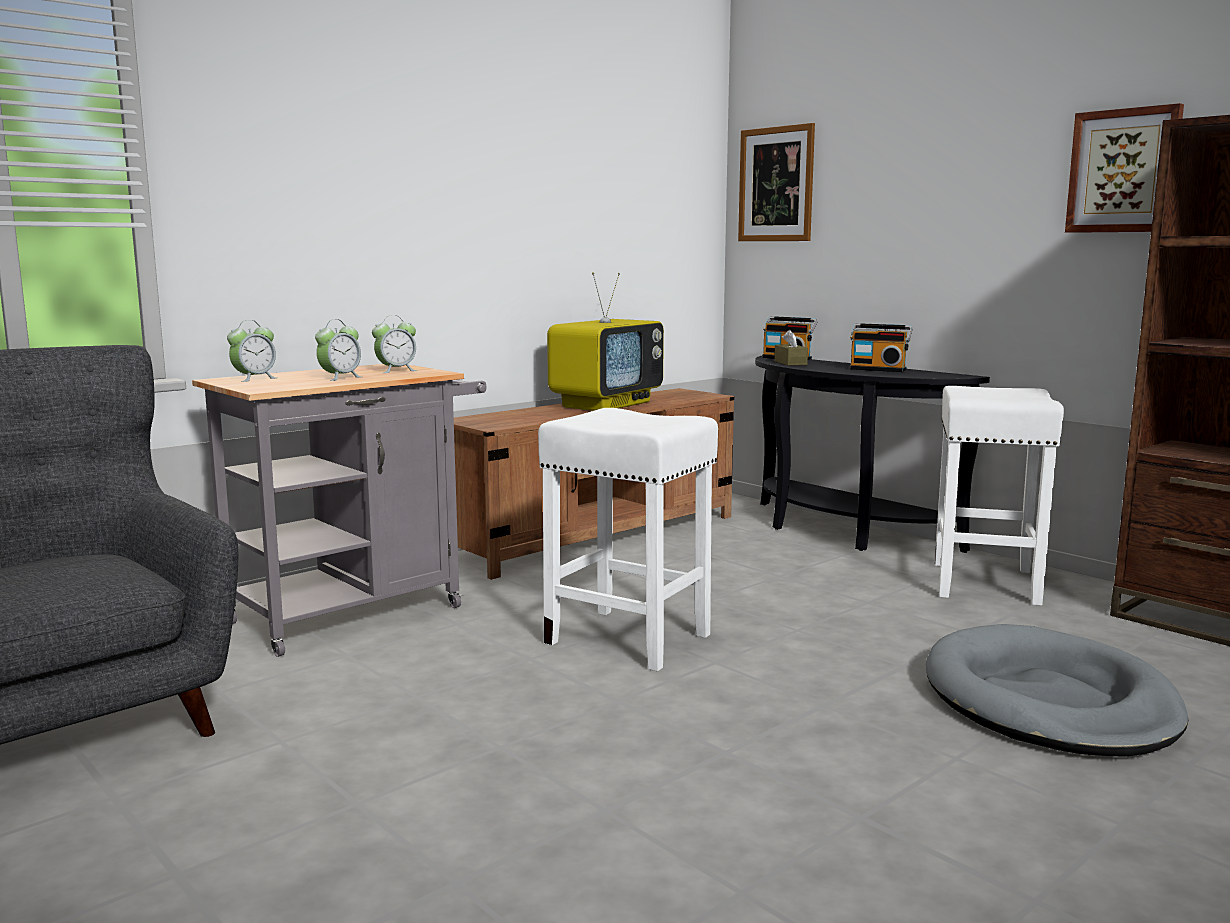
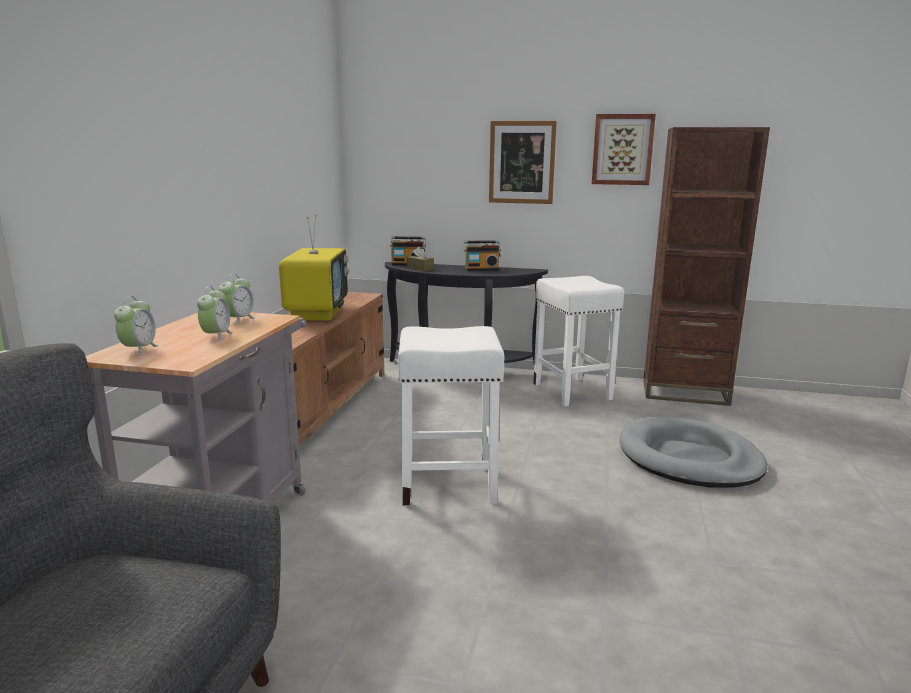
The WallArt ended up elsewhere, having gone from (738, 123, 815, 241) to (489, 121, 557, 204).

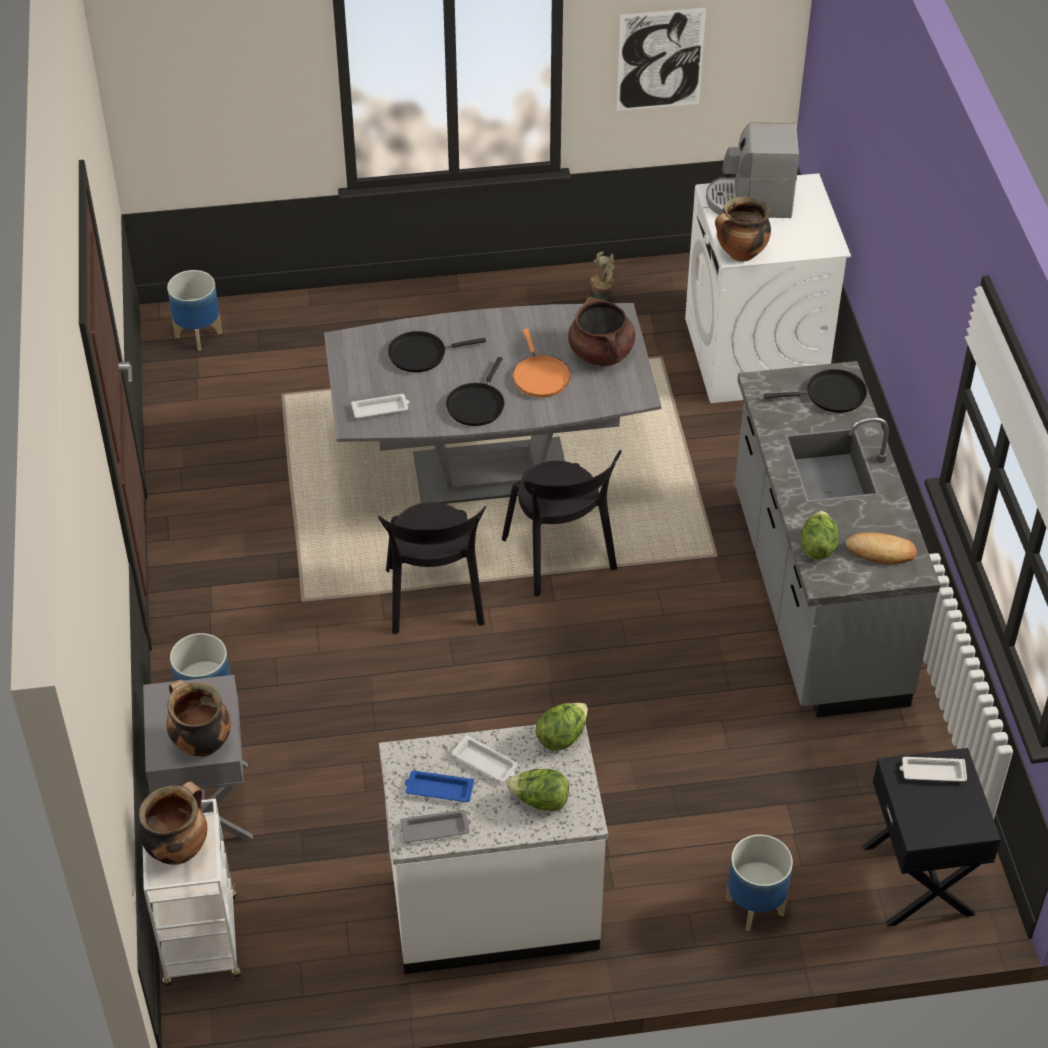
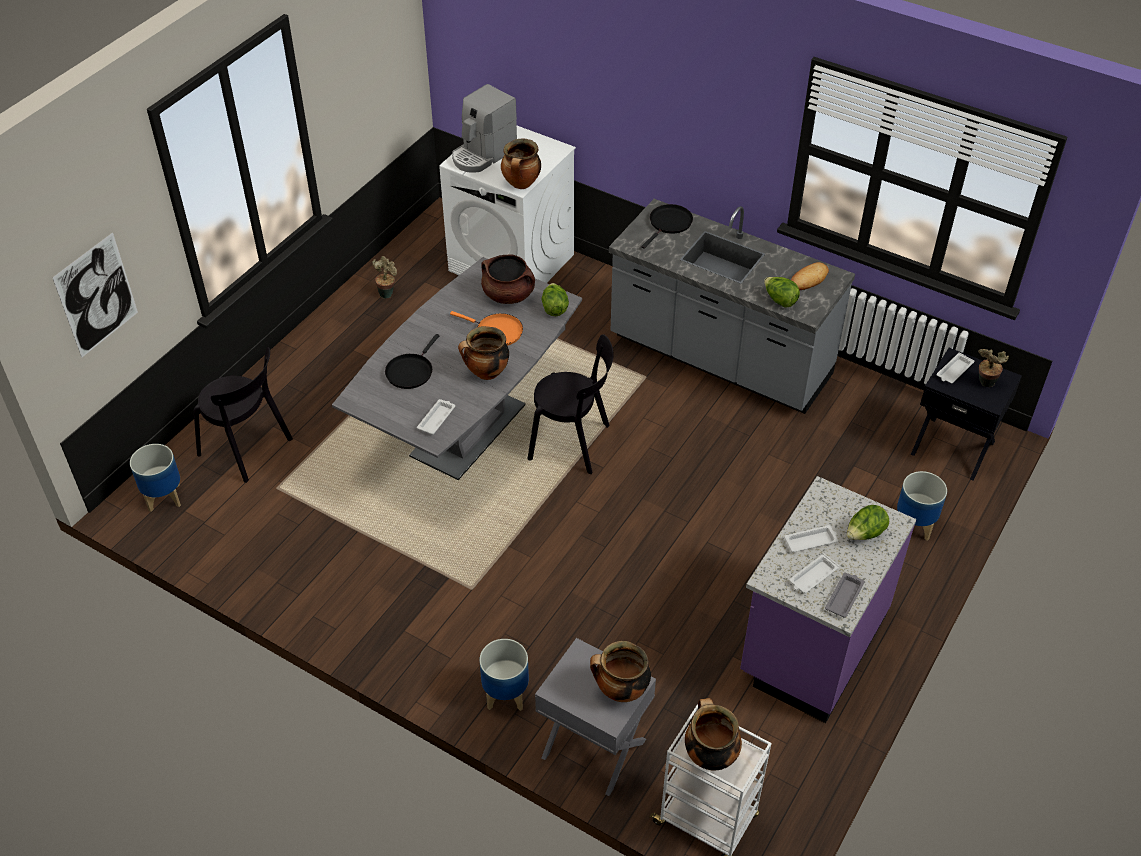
The WallArt ended up elsewhere, having gone from (616, 8, 706, 111) to (52, 232, 138, 357).
The BlackColouredUprightChair ended up elsewhere, having gone from (378, 502, 486, 634) to (194, 347, 293, 483).
Where the BlackColouredPan stood at (446, 357, 505, 426), the Saucepot came to stand at (458, 326, 509, 380).
The Lettuce ended up elsewhere, having gone from (535, 703, 588, 751) to (541, 283, 569, 316).
What was the WhiteColouredCounter at (379, 724, 608, 974) turned into the PurpleColouredCounter at (740, 476, 916, 723).
What was the BlueColouredTray at (405, 770, 474, 802) turned into the WhiteColouredTray at (790, 553, 839, 593).
The second view gained the Houseplant at (978, 349, 1009, 387).

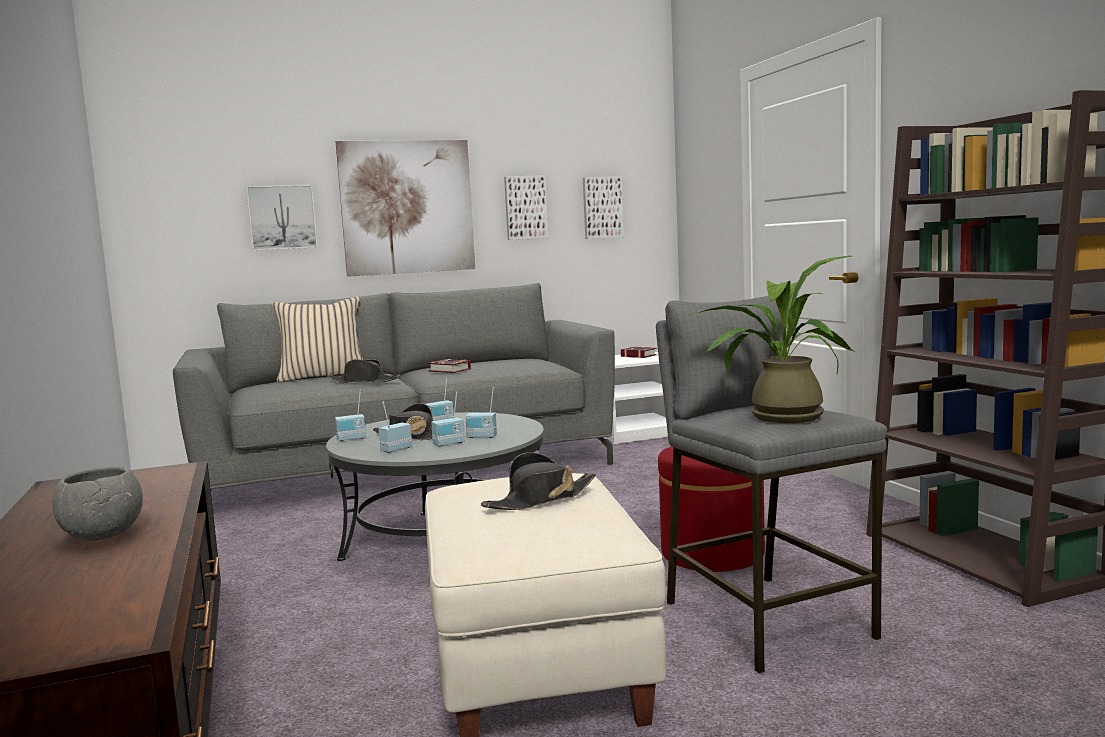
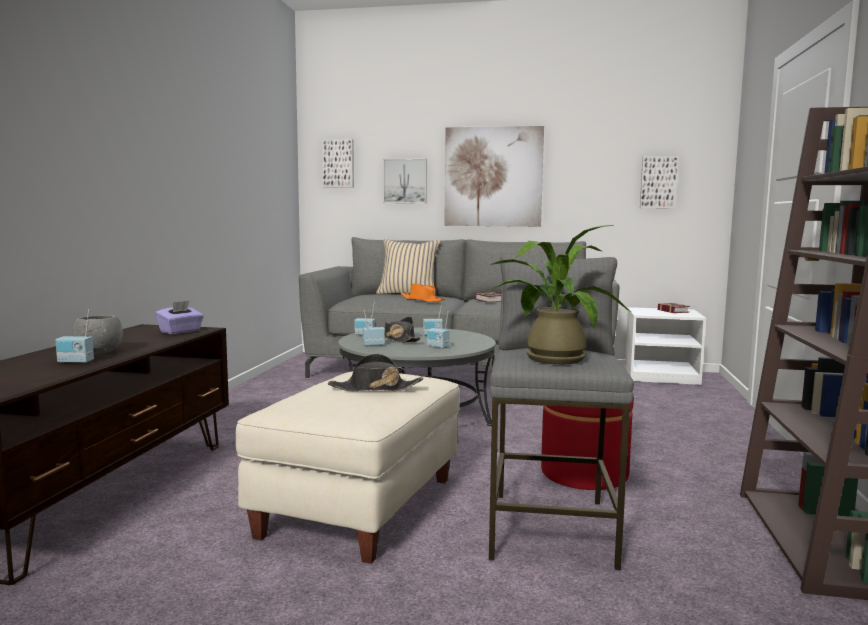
The RadioSet ended up elsewhere, having gone from (431, 391, 464, 447) to (55, 310, 94, 363).
The second view gained the PurpleColouredTissueHolder at (155, 301, 204, 334).
The WallArt ended up elsewhere, having gone from (504, 175, 548, 240) to (322, 139, 354, 188).
What was the BlackColouredClothingHat at (327, 359, 400, 383) turned into the OrangeyClothingHat at (401, 283, 445, 302).

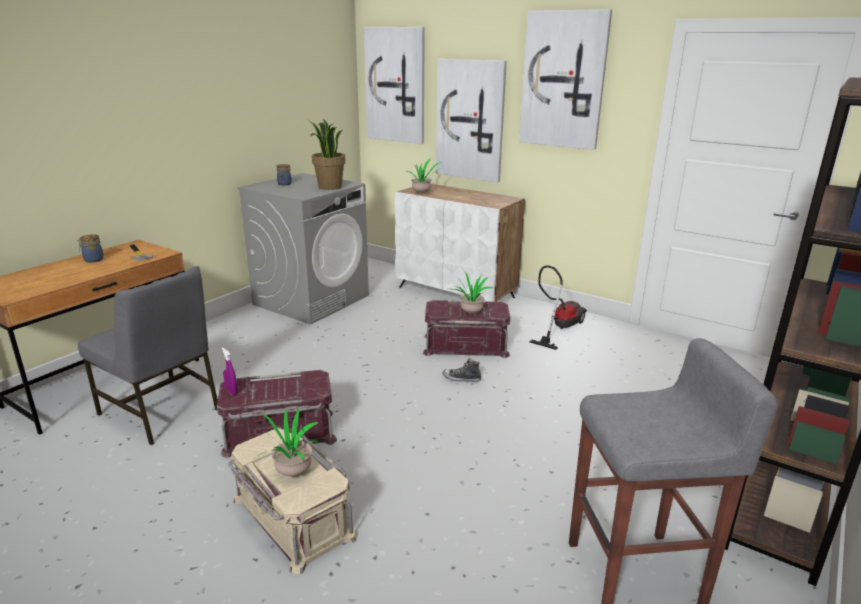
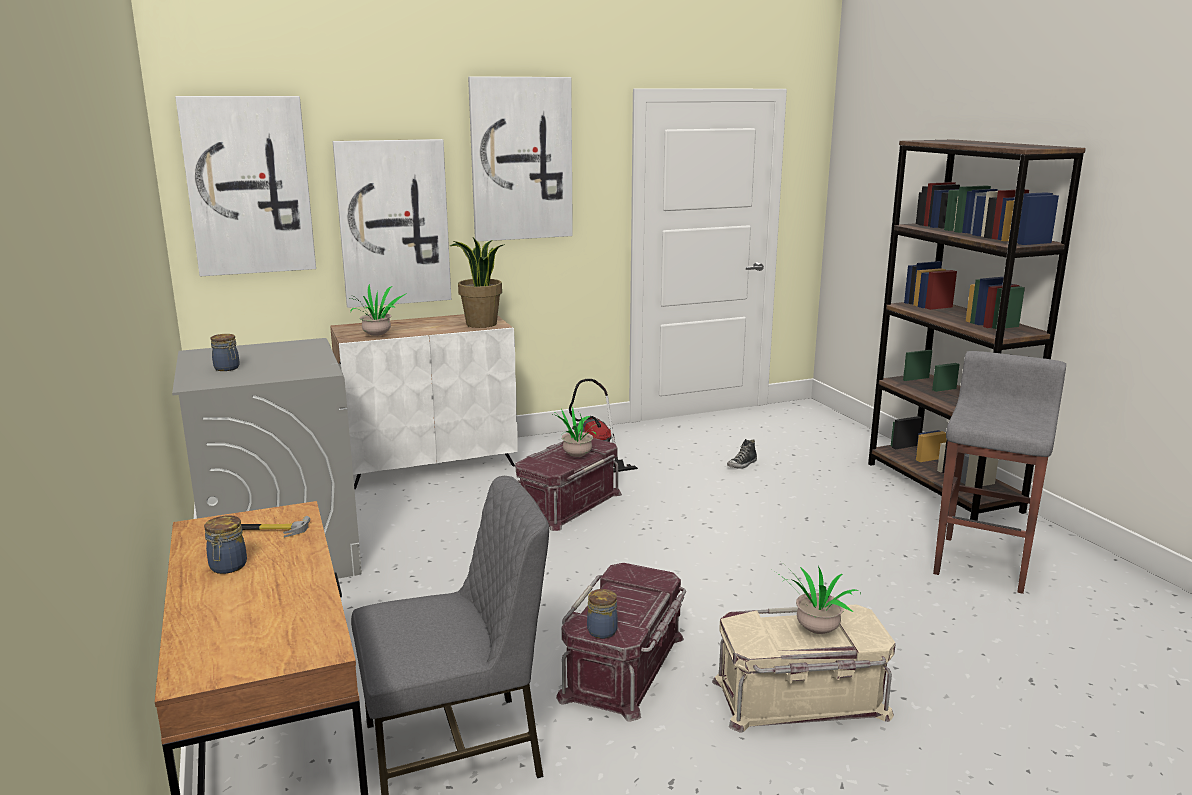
The Houseplant ended up elsewhere, having gone from (308, 119, 346, 190) to (450, 237, 505, 328).
Where the PurpleColouredSprayer stood at (222, 348, 238, 395), the PreserveJar came to stand at (587, 589, 618, 639).
The Shoe ended up elsewhere, having gone from (443, 358, 481, 382) to (727, 439, 757, 469).

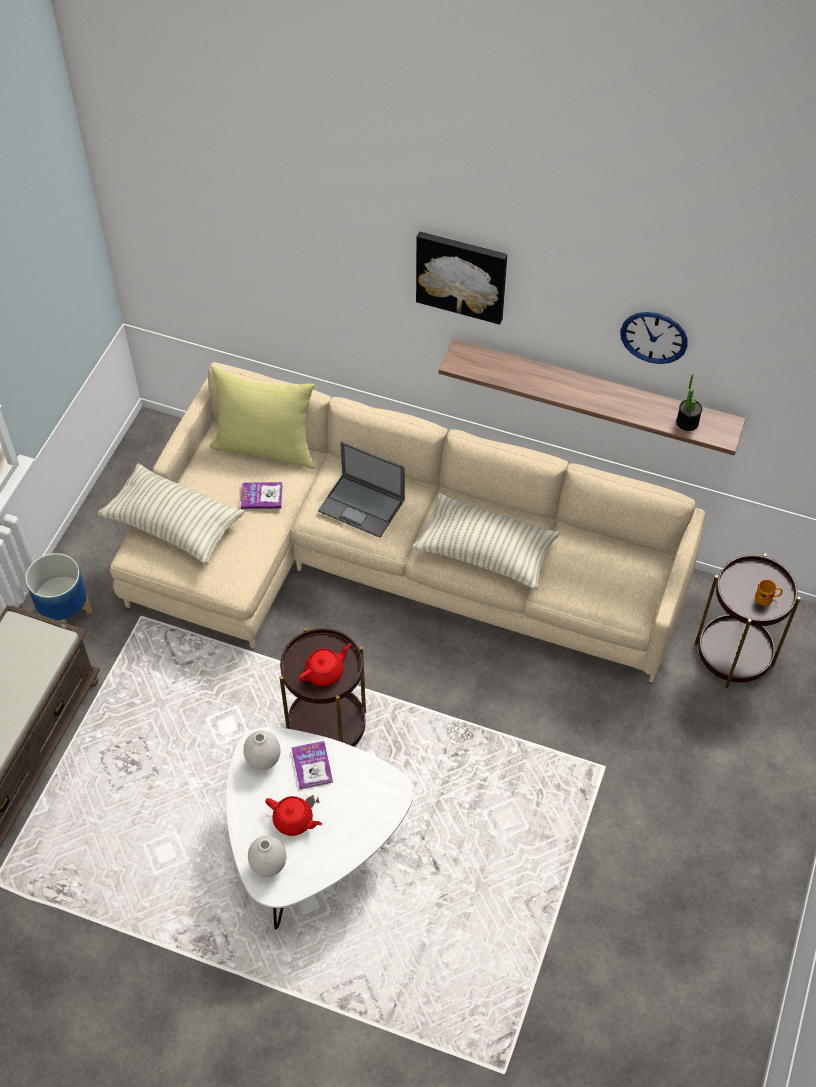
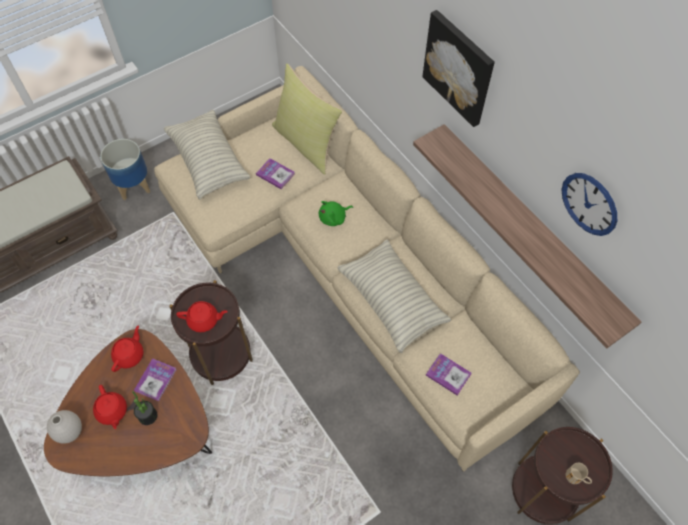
What was the WhiteColouredLowTable at (226, 727, 413, 930) turned into the BrownLowTable at (44, 329, 212, 476).
Where the WhiteColouredDecorativeVase stood at (243, 730, 281, 770), the ReddishTeaPot came to stand at (111, 326, 143, 372).
The Houseplant ended up elsewhere, having gone from (676, 374, 702, 431) to (132, 391, 158, 425).
Where the NotebookComputer stood at (318, 441, 405, 538), the GreenSoftToy came to stand at (319, 201, 353, 226).
The second view gained the BoundBook at (426, 353, 472, 396).
What was the OrangeyTeaMug at (755, 579, 783, 606) turned into the BeigeColouredTeaMug at (566, 463, 592, 484).

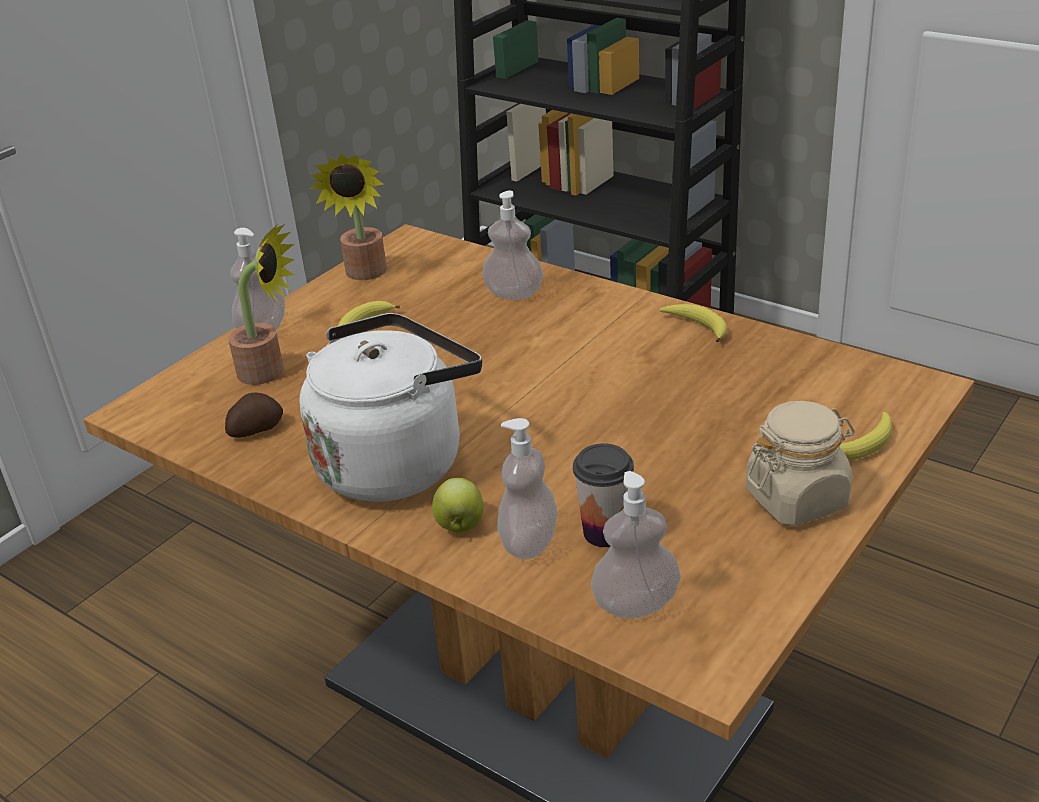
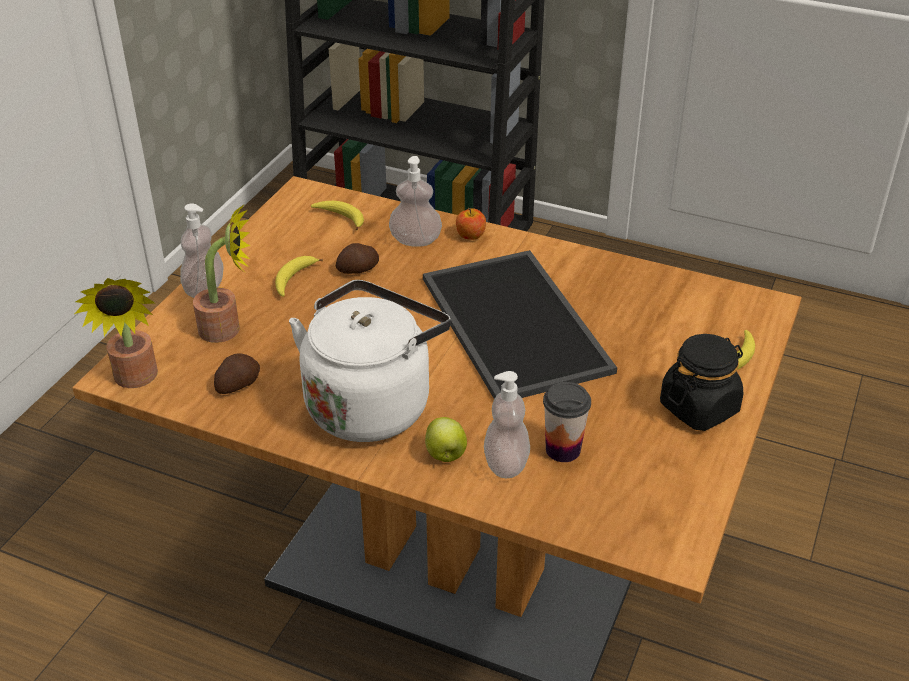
The Houseplant ended up elsewhere, having gone from (310, 154, 387, 280) to (75, 278, 158, 388).
The BananaFruit ended up elsewhere, having gone from (659, 304, 727, 343) to (311, 201, 364, 230).
The second view gained the WholePotato at (336, 243, 379, 274).
The second view gained the Tray at (423, 250, 617, 399).
The second view gained the AppleFruit at (456, 208, 486, 240).
What was the BeigeColouredPreserveJar at (746, 401, 855, 526) turned into the BlackColouredPreserveJar at (660, 334, 743, 431).
The second view lost the SoapDispenser at (591, 471, 681, 618).

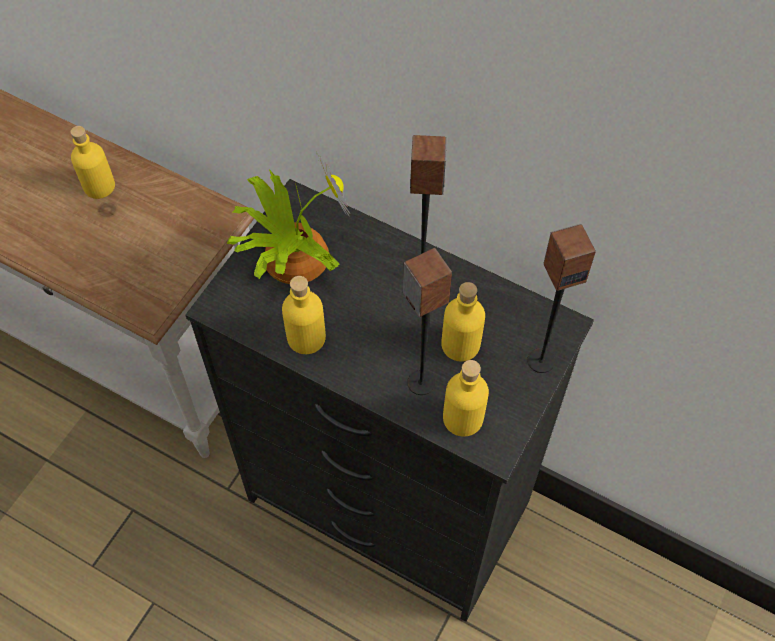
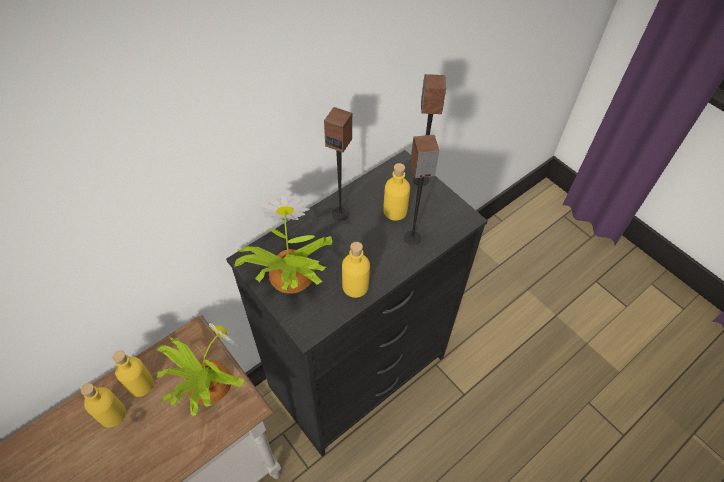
The YellowDrinkBottle ended up elsewhere, having gone from (443, 360, 489, 437) to (113, 351, 154, 397).
The second view gained the Houseplant at (156, 316, 245, 416).

